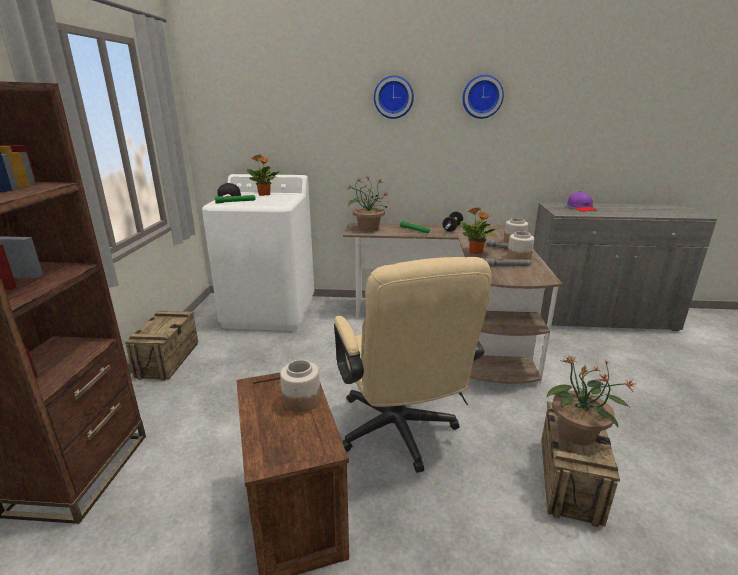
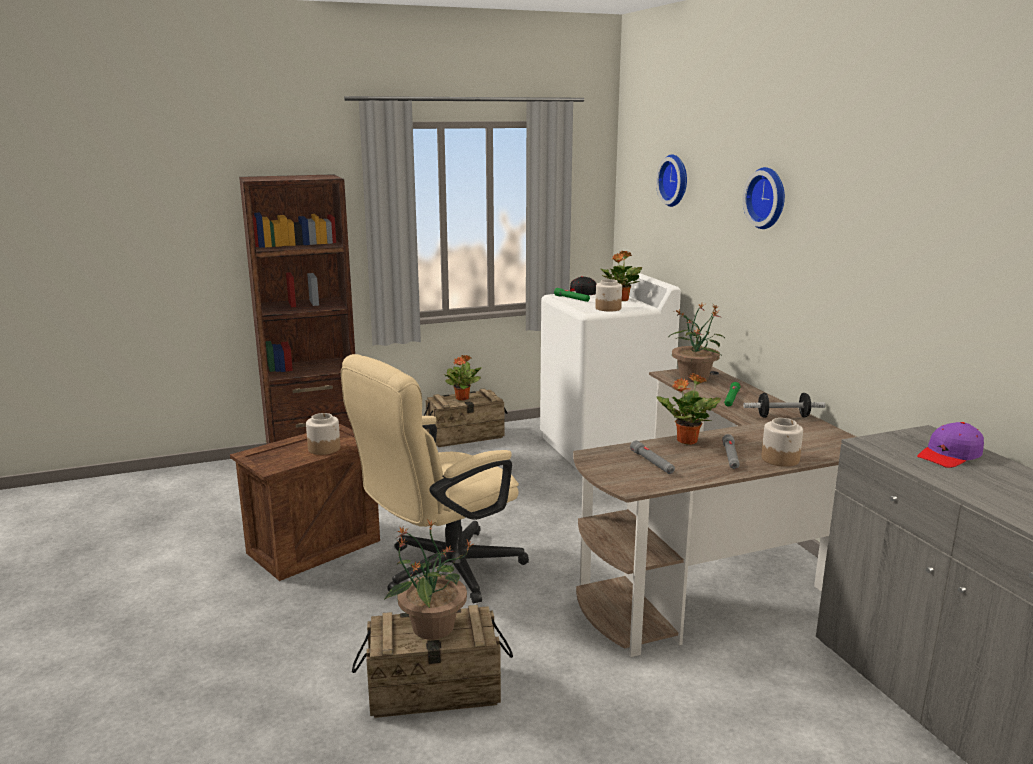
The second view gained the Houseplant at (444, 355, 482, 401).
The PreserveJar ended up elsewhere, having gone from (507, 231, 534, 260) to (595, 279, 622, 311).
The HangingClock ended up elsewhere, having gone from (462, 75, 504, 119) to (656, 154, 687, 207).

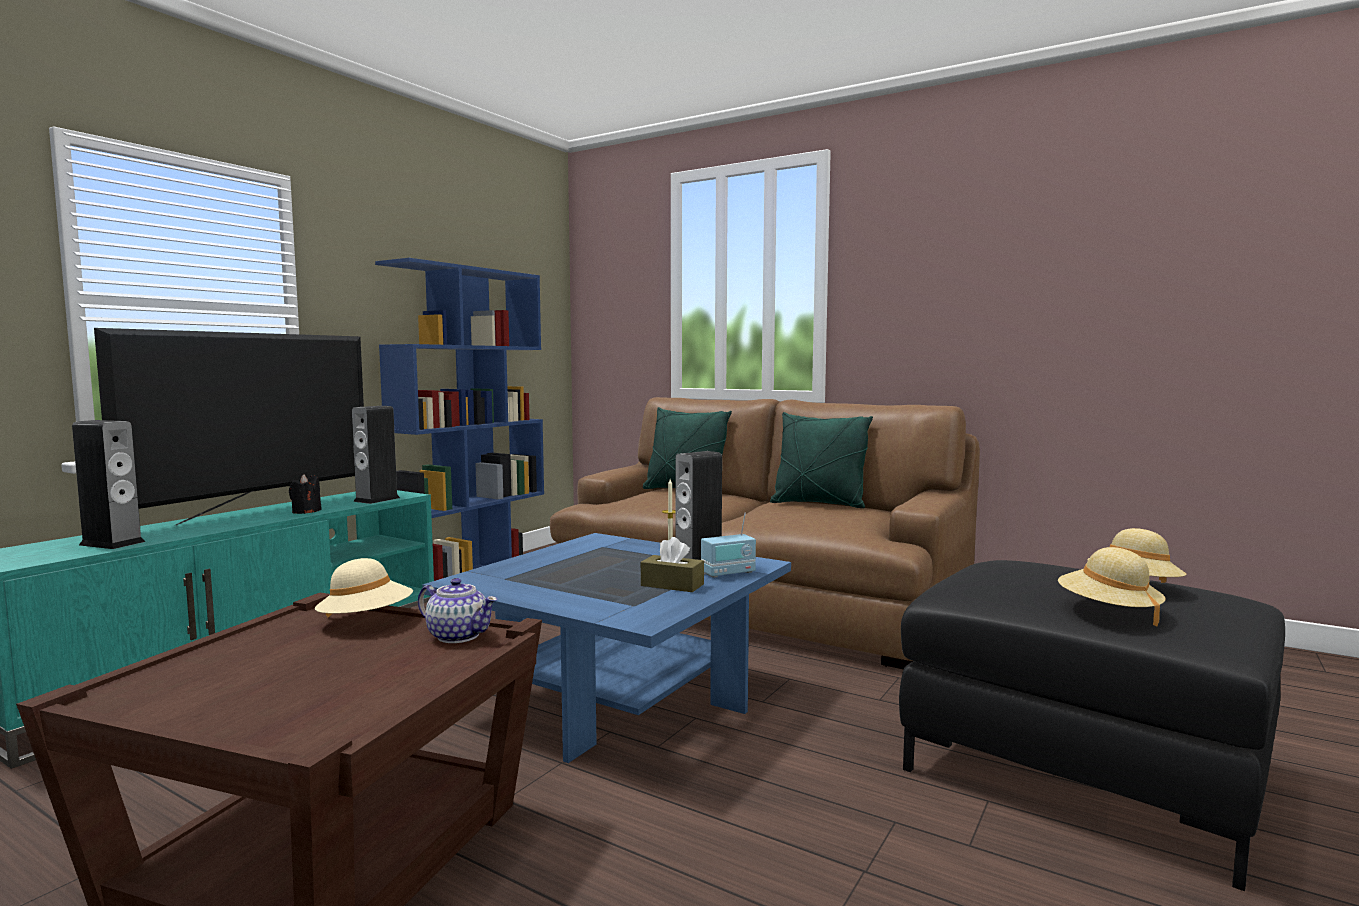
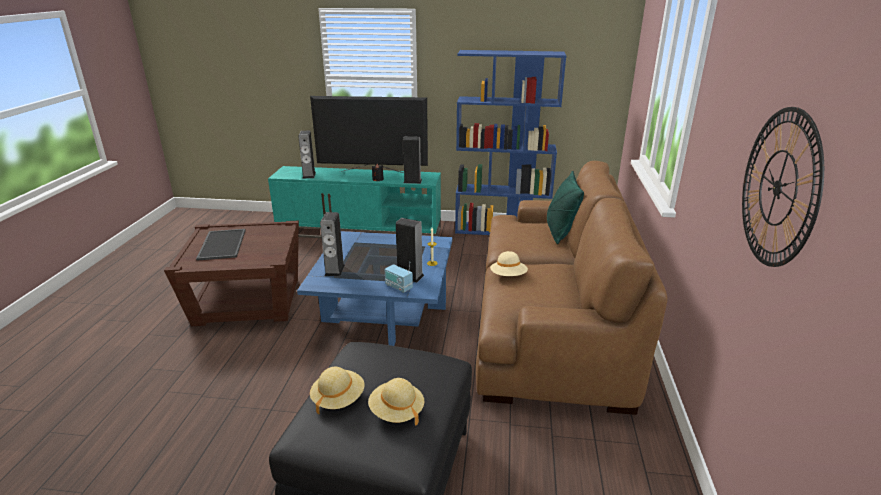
The second view gained the Tray at (196, 229, 246, 261).
The second view gained the AudioSpeaker at (320, 212, 345, 277).
The BeigeColouredClothingHat ended up elsewhere, having gone from (315, 558, 413, 618) to (490, 251, 528, 276).
The second view gained the HangingClock at (742, 107, 824, 267).
The second view lost the TeaPot at (418, 578, 498, 643).
The second view lost the BrownTissueHolder at (641, 537, 704, 592).
The second view lost the GreenCushion at (770, 412, 873, 508).

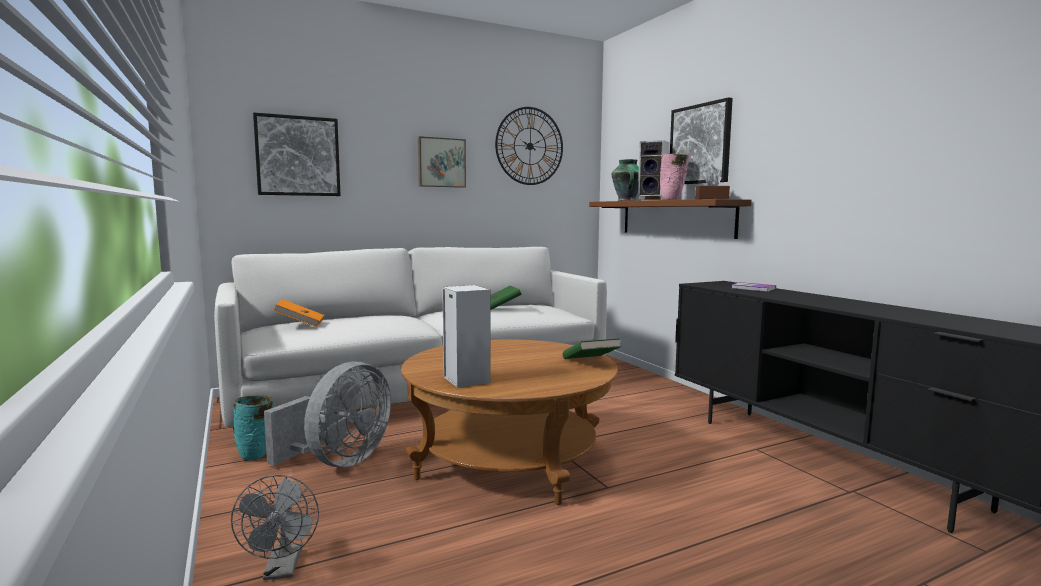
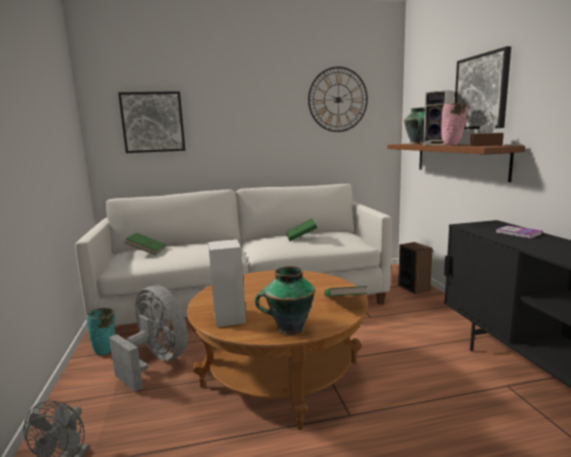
The GreyishCoolingFan at (264, 362, 391, 467) ended up facing another way, 90 degrees counterclockwise from before.
What was the OrangeyBoundBook at (273, 299, 325, 327) turned into the GreenBoundBook at (125, 233, 166, 255).
The second view gained the DecorativeVase at (255, 266, 315, 335).
The second view gained the AudioSpeaker at (398, 242, 432, 294).
The second view lost the WallArt at (418, 136, 466, 188).

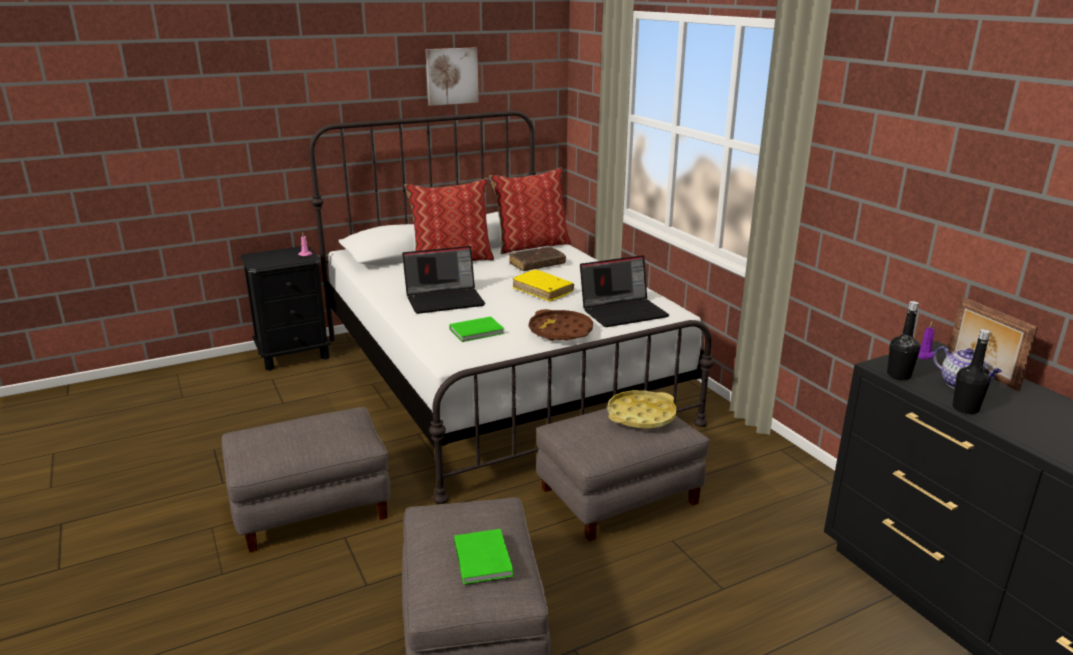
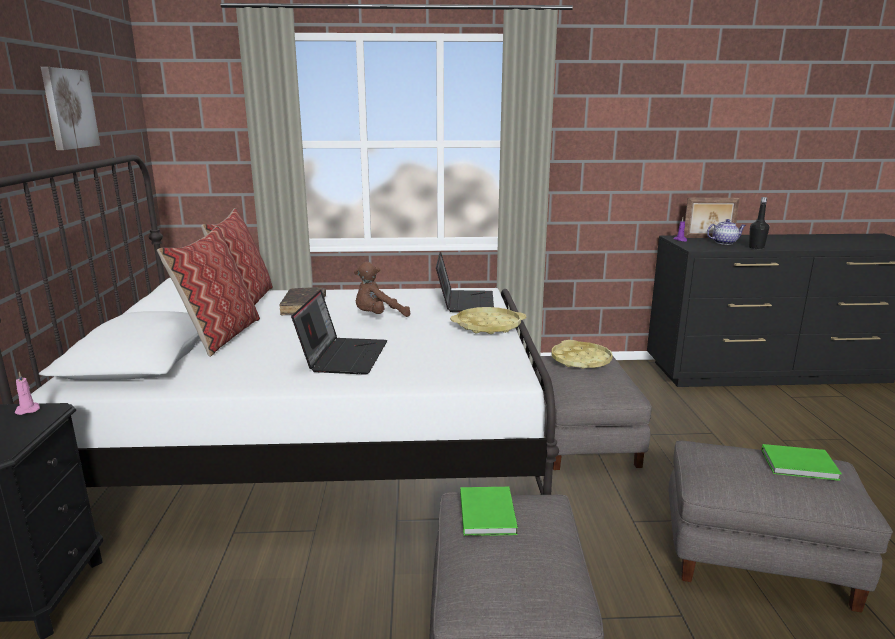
Where the YellowBoundBook stood at (513, 270, 574, 302), the BrownSoftToy came to stand at (354, 262, 410, 317).
What was the BrownTray at (529, 309, 593, 341) turned into the YellowTray at (450, 307, 526, 334).
The GreenBoundBook ended up elsewhere, having gone from (449, 316, 505, 342) to (460, 487, 518, 536).
The second view lost the BlackColouredDrinkBottle at (887, 301, 920, 380).

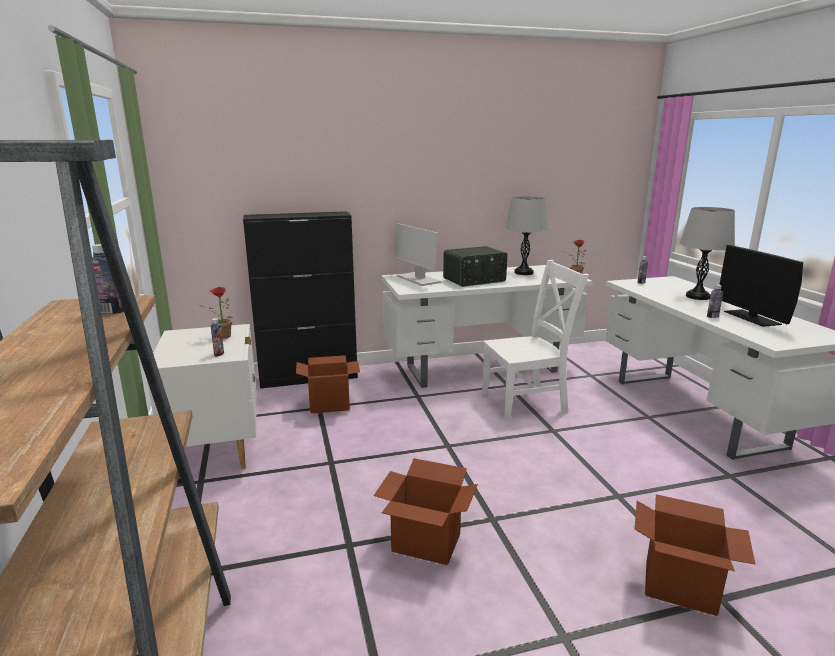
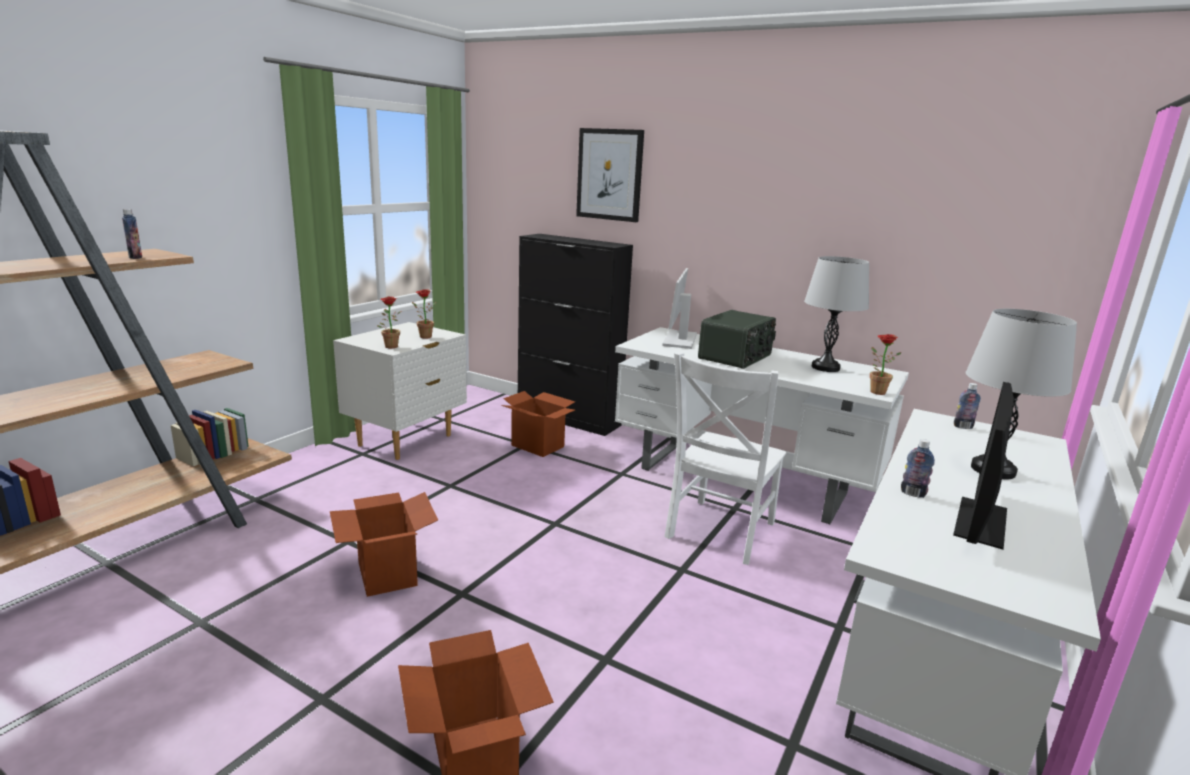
Where the DrinkBottle stood at (211, 318, 224, 356), the Houseplant came to stand at (377, 297, 401, 348).
The second view gained the WallArt at (576, 128, 644, 222).
The WhiteColouredUprightChair at (482, 260, 589, 421) ended up facing another way, 90 degrees clockwise from before.
The RadioSet at (443, 246, 507, 287) ended up facing another way, 75 degrees counterclockwise from before.

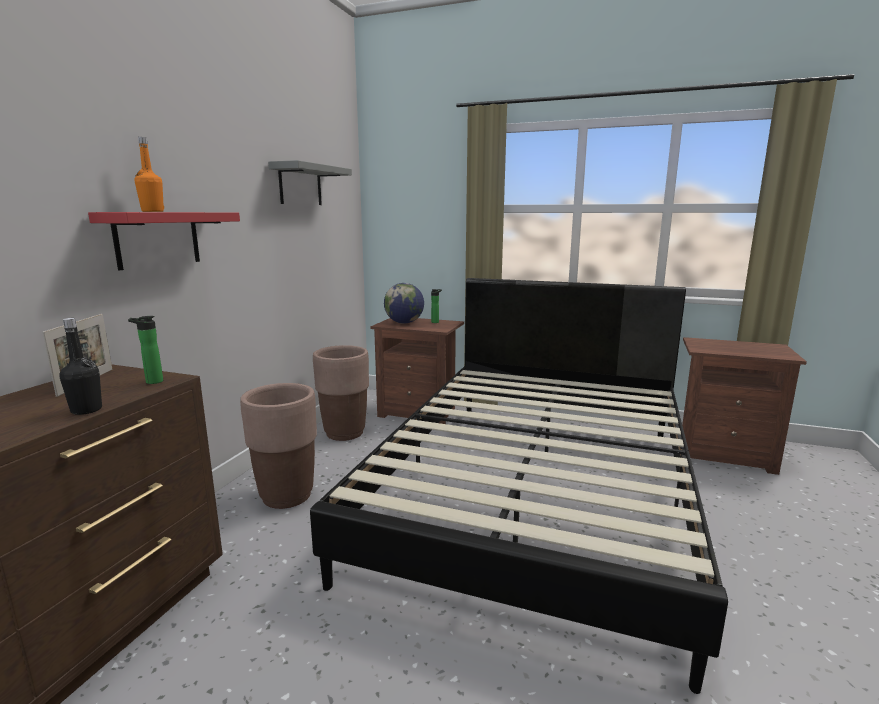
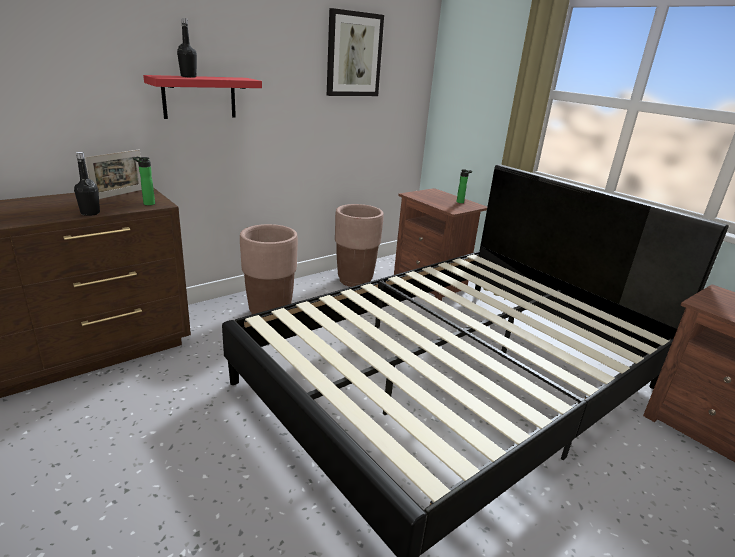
What was the OrangeyDrinkBottle at (135, 137, 164, 212) turned into the BlackColouredDrinkBottle at (177, 18, 197, 78).
Where the GreyishShelf hung at (268, 160, 352, 205), the WallArt came to hang at (327, 8, 384, 96).
The second view lost the Globe at (384, 283, 424, 324).

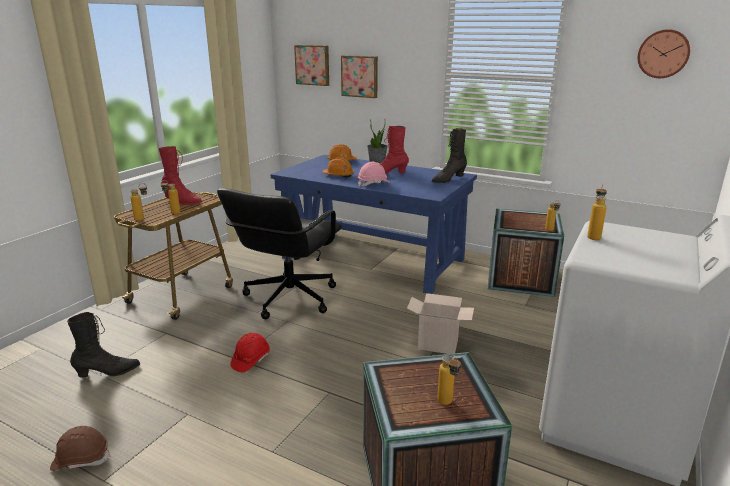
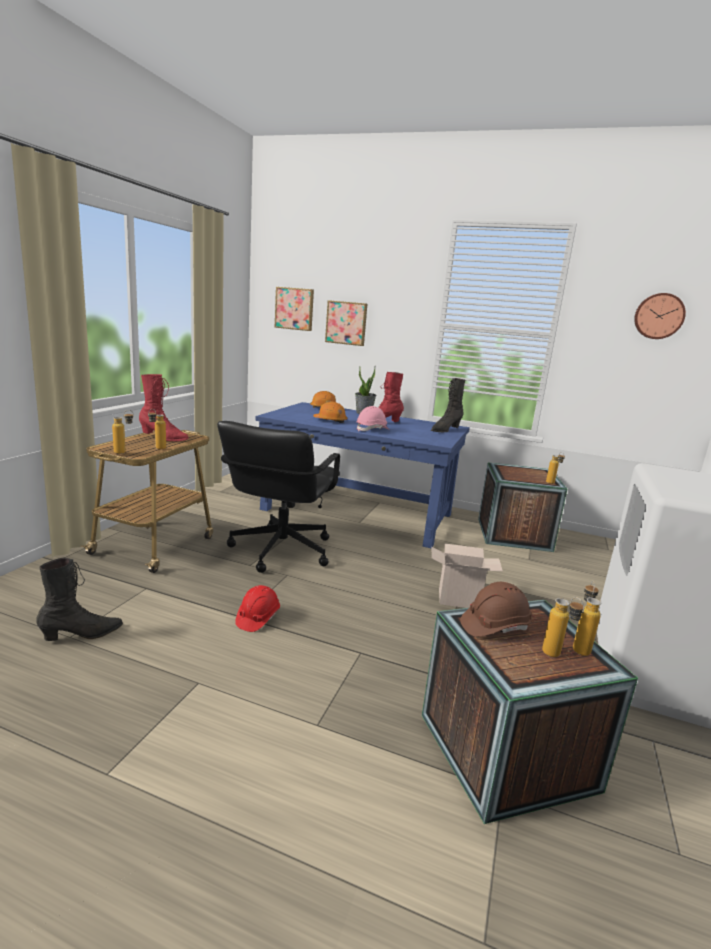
The BrownHardHat ended up elsewhere, having gone from (50, 426, 111, 471) to (460, 582, 532, 637).
The DrinkBottle ended up elsewhere, having gone from (587, 184, 607, 240) to (573, 581, 601, 656).

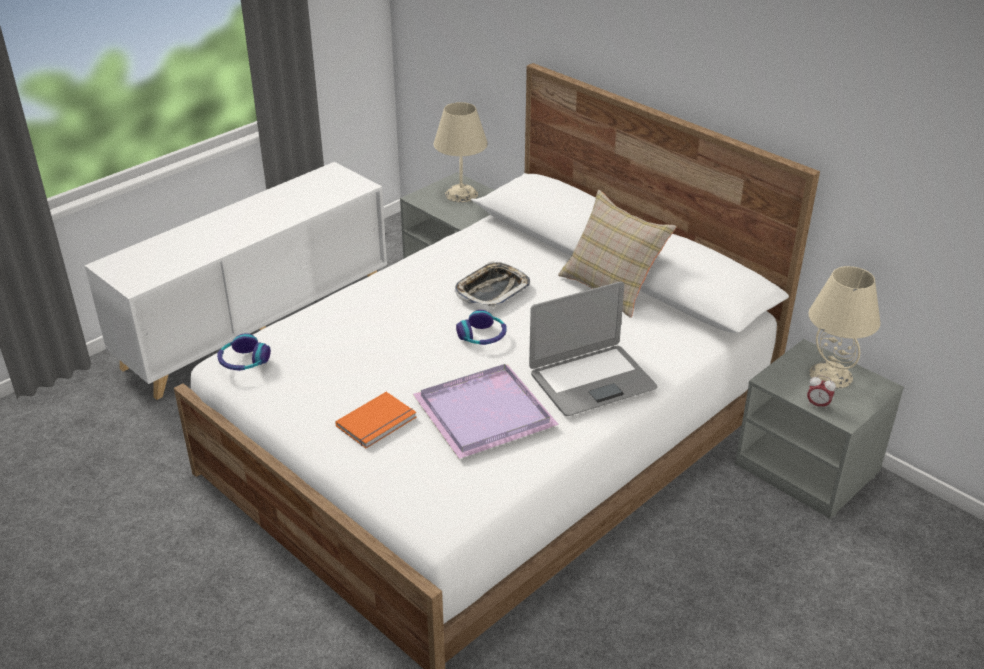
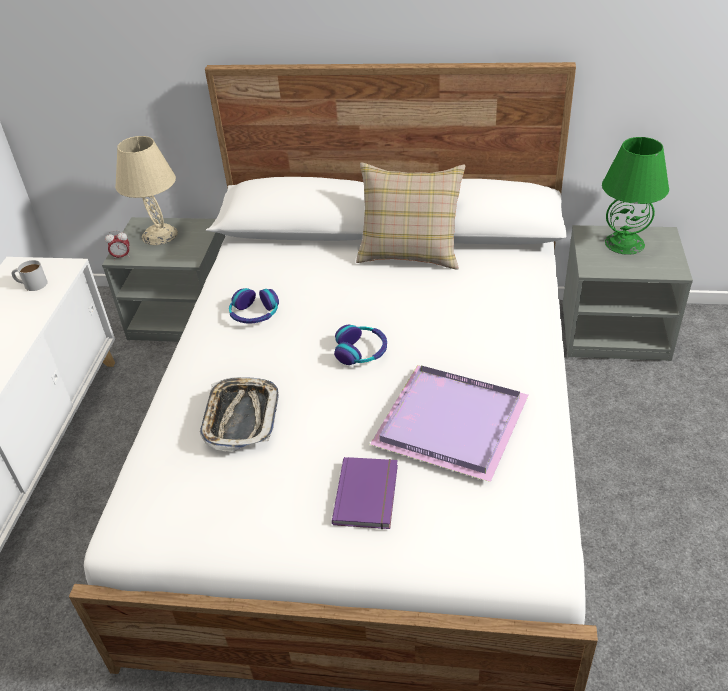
The second view gained the WhiteColouredTeaMug at (12, 260, 48, 291).
The TableClock ended up elsewhere, having gone from (807, 375, 836, 410) to (105, 230, 130, 260).
The Tray ended up elsewhere, having gone from (455, 261, 530, 308) to (200, 377, 279, 452).
The PairOfHeadphones ended up elsewhere, having gone from (217, 333, 271, 371) to (229, 288, 279, 324).
What was the OrangeyBoundBook at (335, 392, 416, 448) turned into the PurpleColouredBoundBook at (332, 457, 398, 529).
What was the BeigeColouredTabletopLamp at (808, 266, 881, 389) turned into the GreenTabletopLamp at (602, 137, 669, 255).
The second view lost the NotebookComputer at (529, 281, 657, 416).

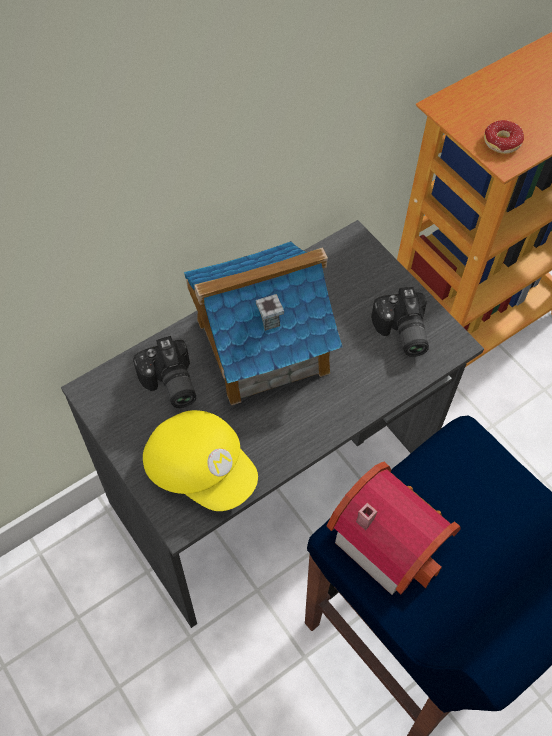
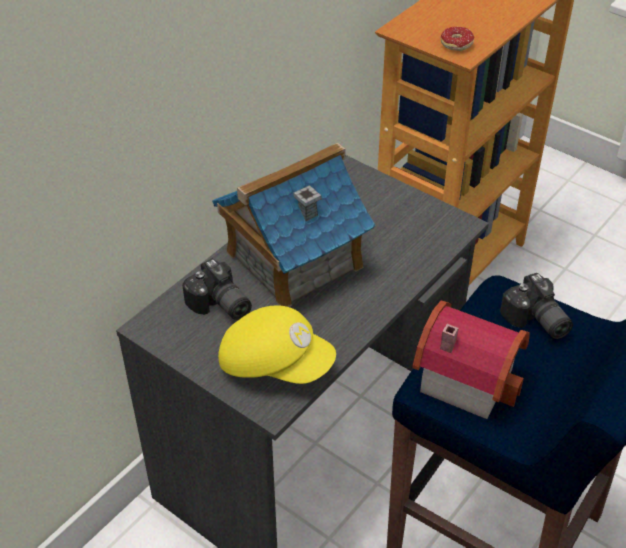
The StillCamera ended up elsewhere, having gone from (371, 287, 429, 357) to (500, 273, 573, 339).

